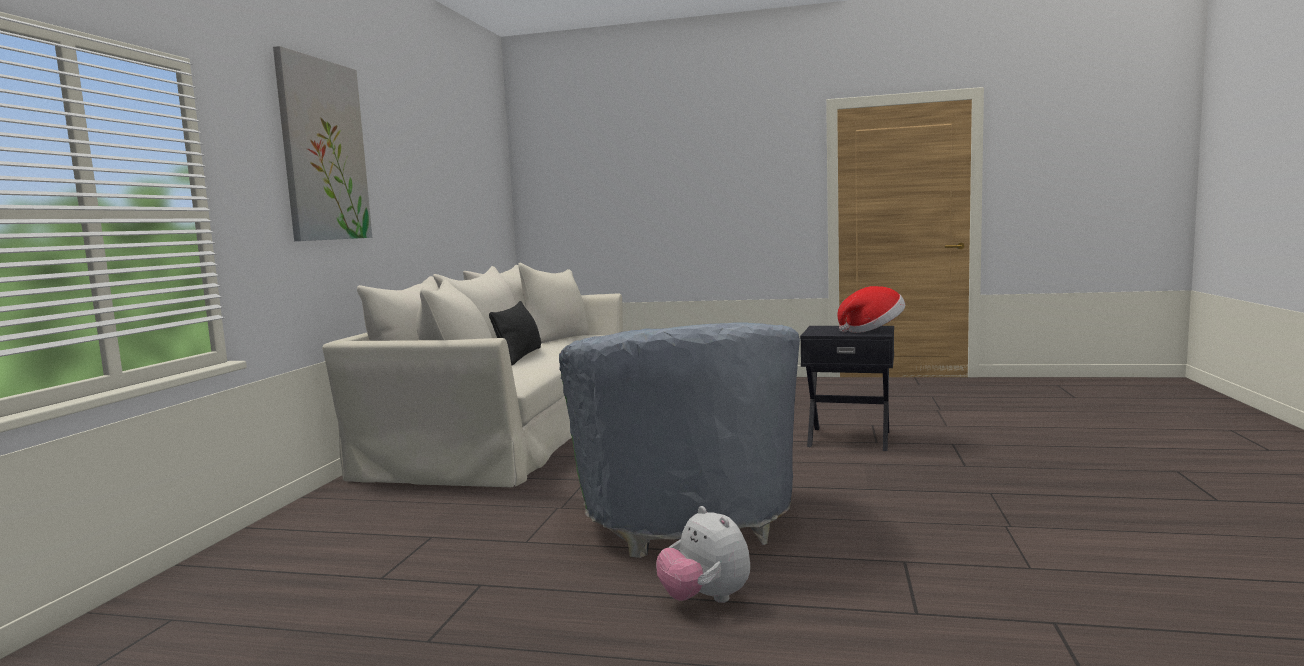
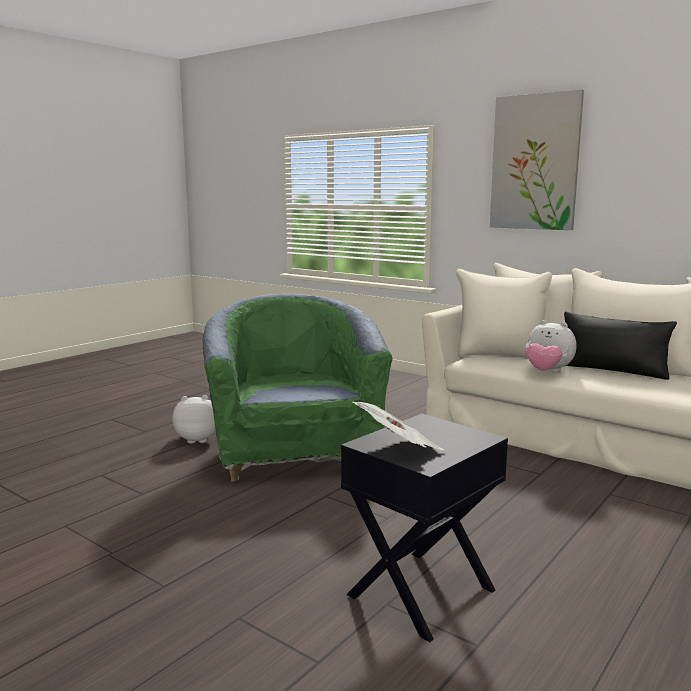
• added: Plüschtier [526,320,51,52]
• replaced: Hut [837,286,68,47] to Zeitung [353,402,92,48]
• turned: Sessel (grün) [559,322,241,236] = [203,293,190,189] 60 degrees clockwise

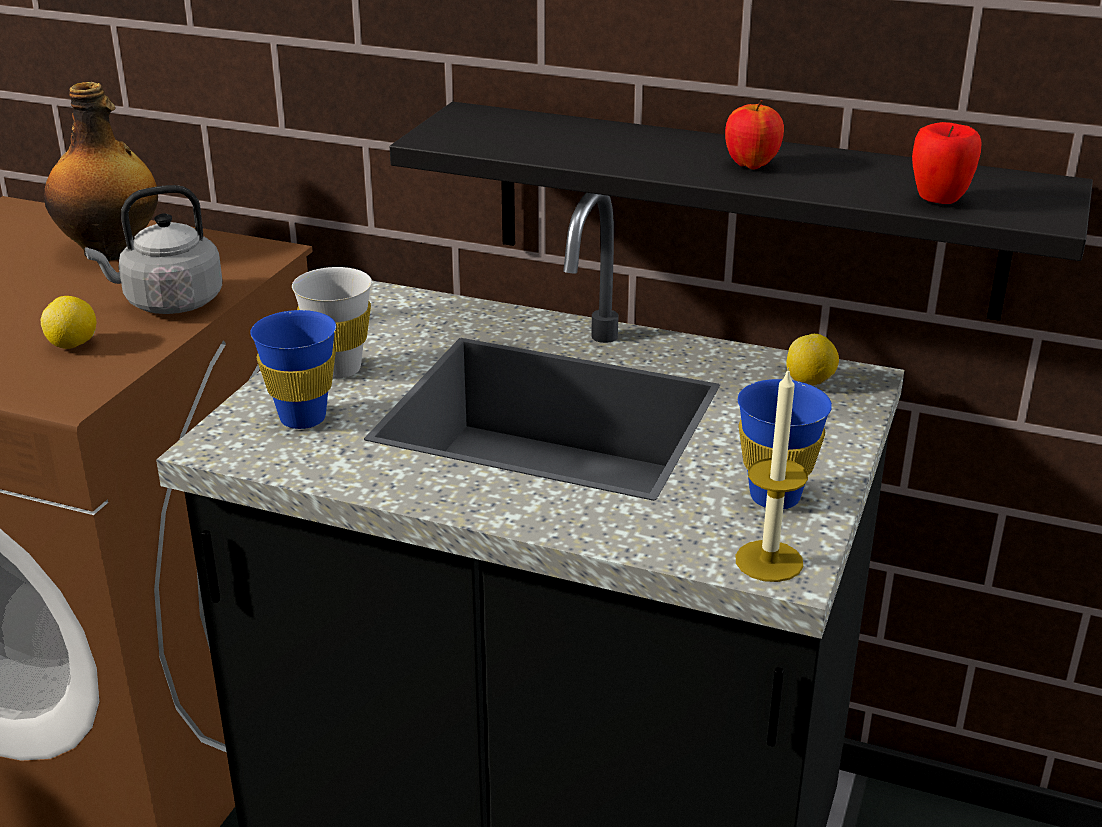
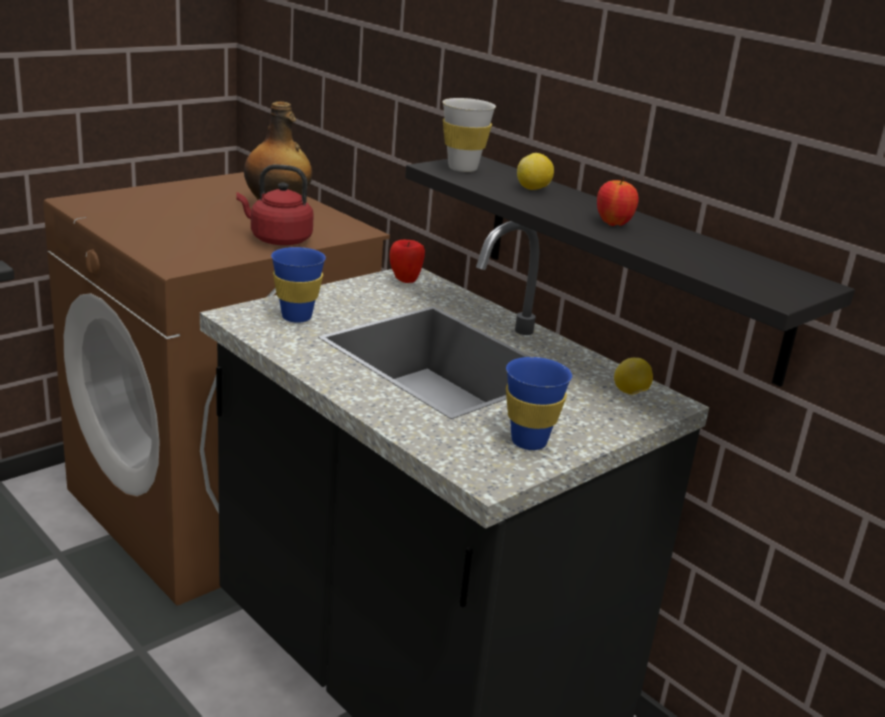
• removed: Kerze [736,367,72,215]
• moved: Zitrone [41,296,55,53] to [517,153,37,37]
• moved: Tasse (weiß) [292,267,80,111] to [442,98,54,74]
• moved: Apfel [912,122,70,82] to [389,240,36,43]
• recoloured: Wasserkessel (grau) [85,185,137,129] to Wasserkessel (rot) [236,165,78,80]

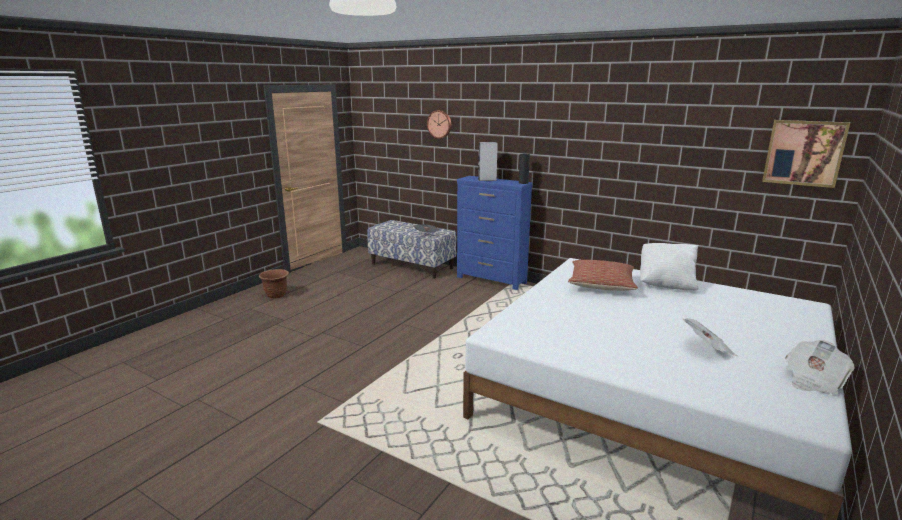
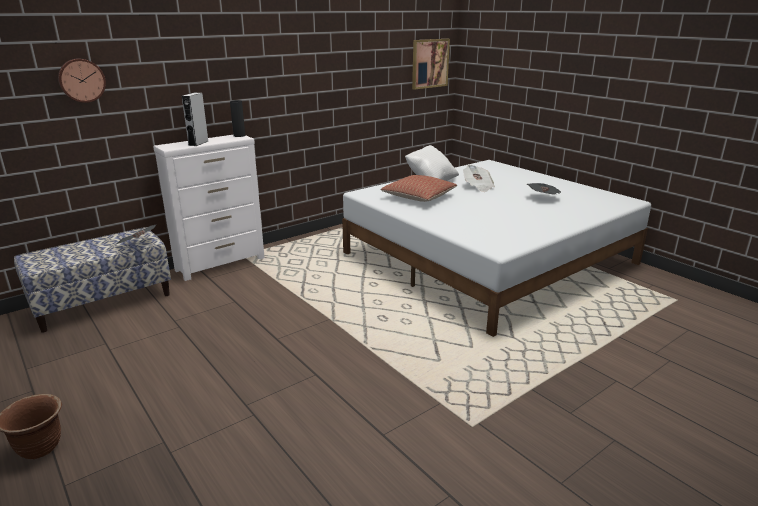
• moved: Zeitung [786,340,69,54] to [463,165,32,27]
• recoloured: Kommode (blau) [457,176,76,114] to Kommode (weiß) [153,135,112,146]

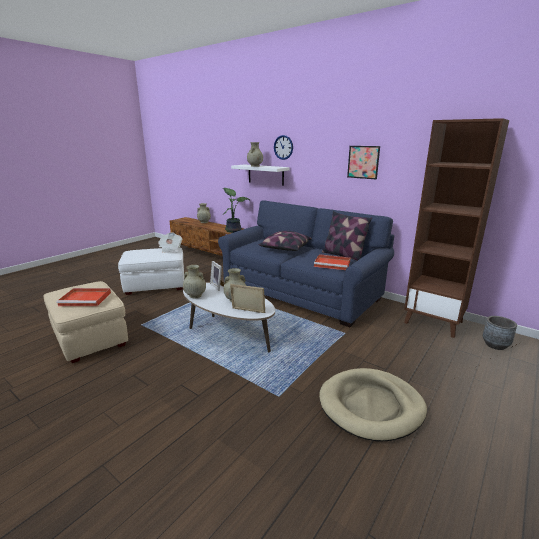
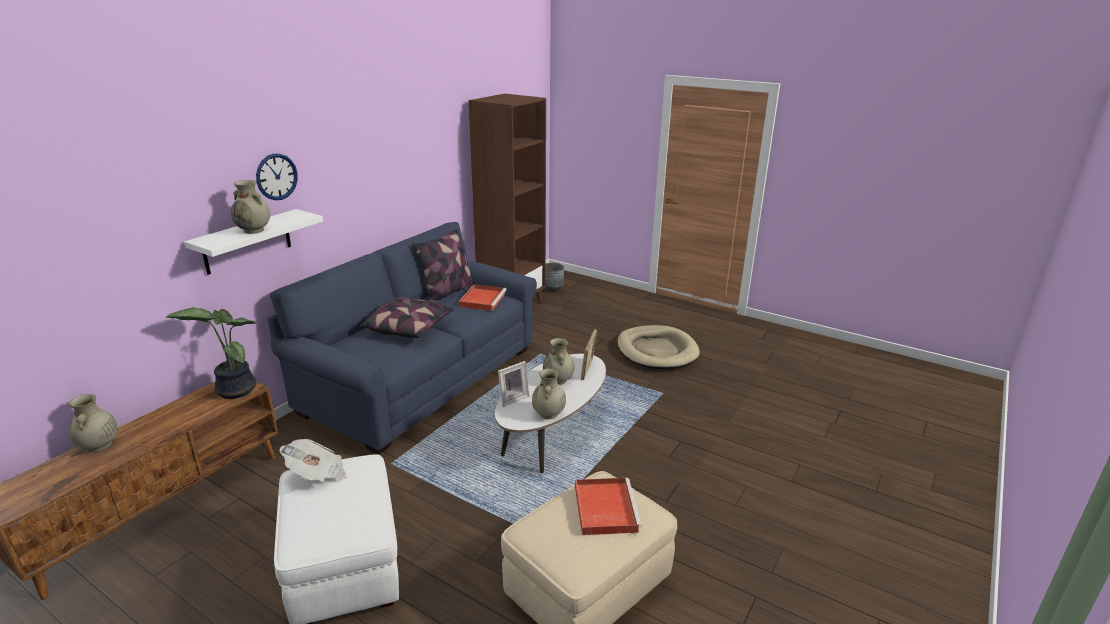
• removed: Bild [347,146,33,33]

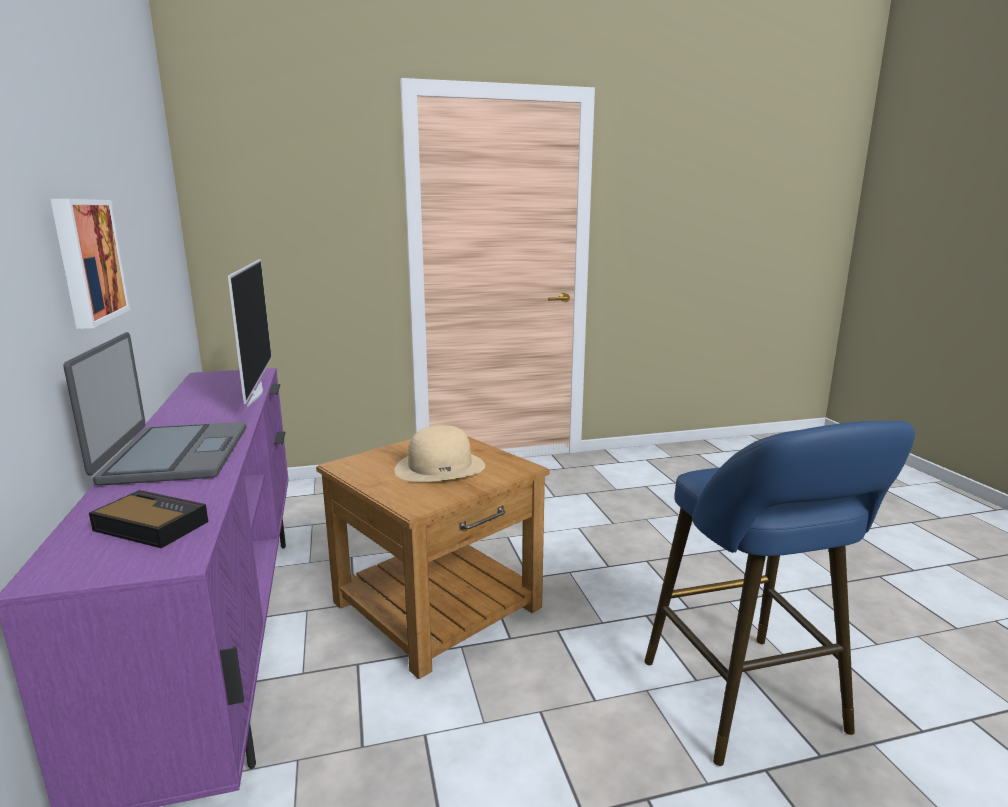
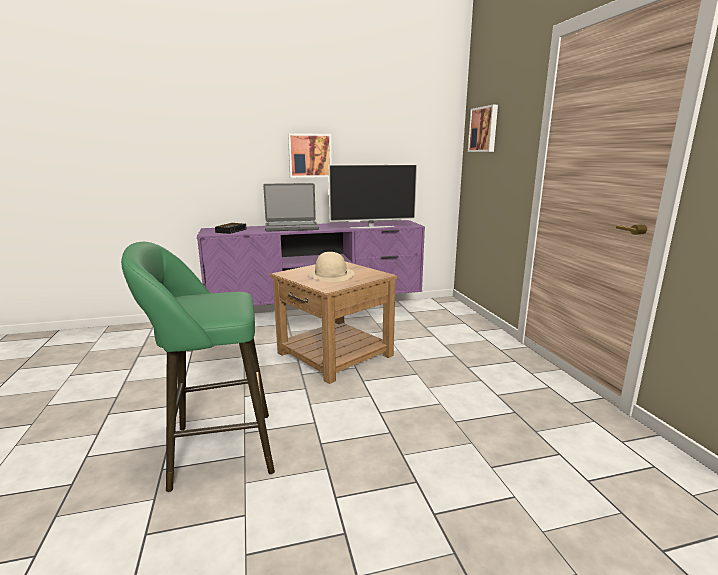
• added: Bild [468,105,30,47]
• recoloured: Hocker (blau) [644,421,271,345] to Hocker (grün) [121,242,154,250]

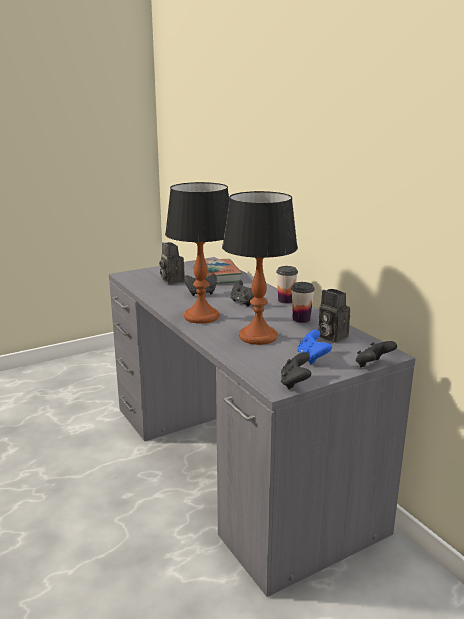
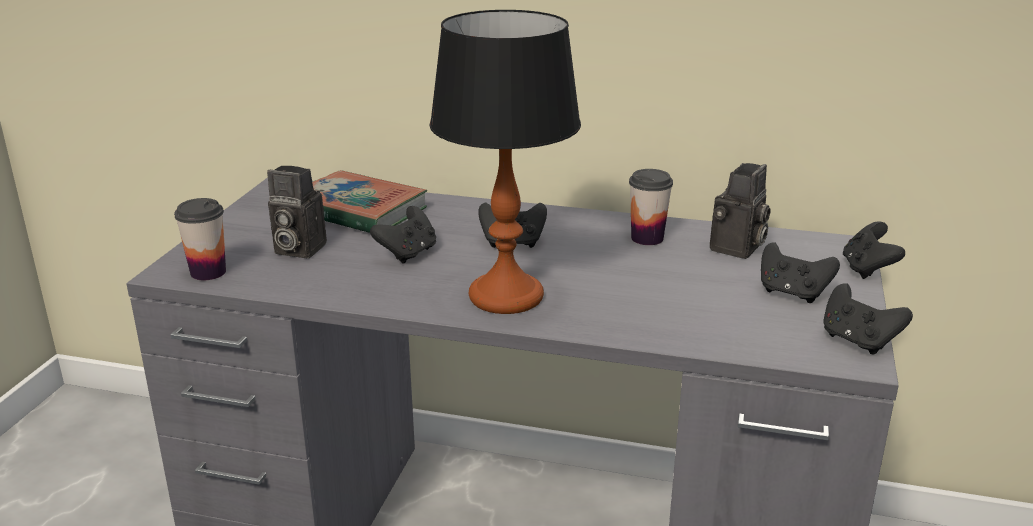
• removed: Tischlampe [222,191,76,154]
• moved: Tasse [276,266,22,38] to [174,198,52,82]
• recoloured: Gamepad (blau) [297,330,35,34] to Gamepad (schwarz) [761,242,79,61]
• turned: Kamera [319,289,31,54] = [710,163,61,96] 60 degrees counterclockwise

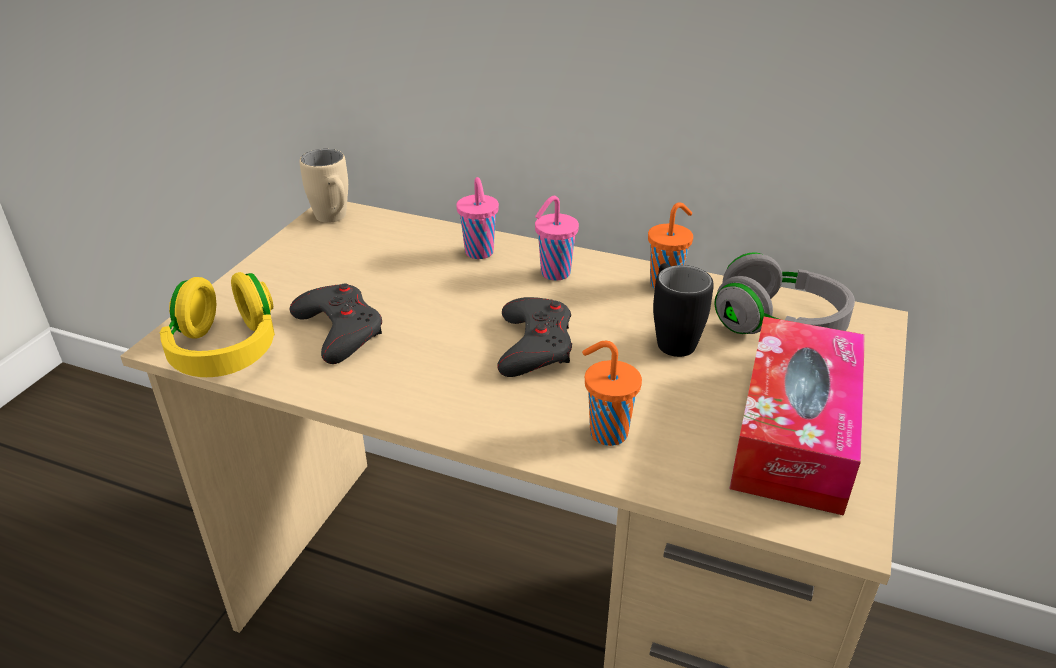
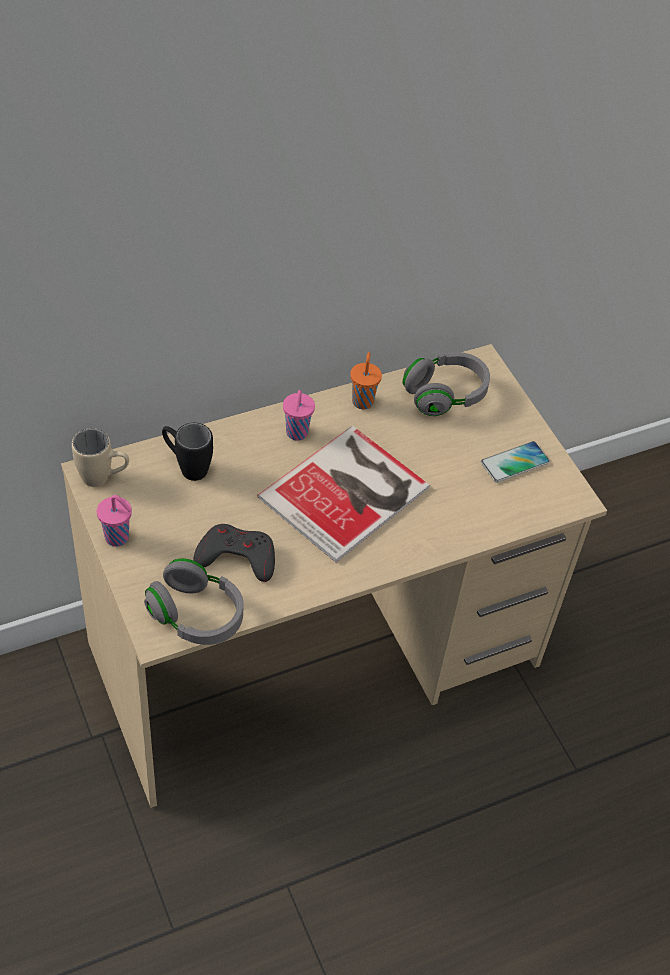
• removed: Tasse (orange) [582,341,60,105]
• moved: Tasse (rosa) [456,177,43,82] to [97,495,35,52]
• moved: Henkelbecher (schwarz) [653,263,61,94] to [162,423,51,58]
• replaced: Gamepad (grau) [497,297,75,80] to Buch [257,426,173,136]
• replaced: Taschentuchbox [729,317,136,199] to Handy [481,441,69,42]
• recoloured: Kopfhörer (gelb) [160,272,115,105] to Kopfhörer (grau) [144,558,100,87]

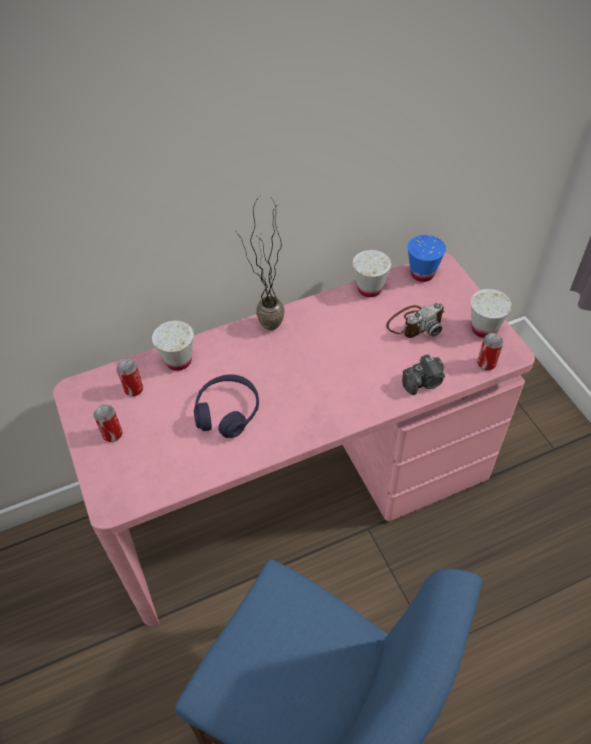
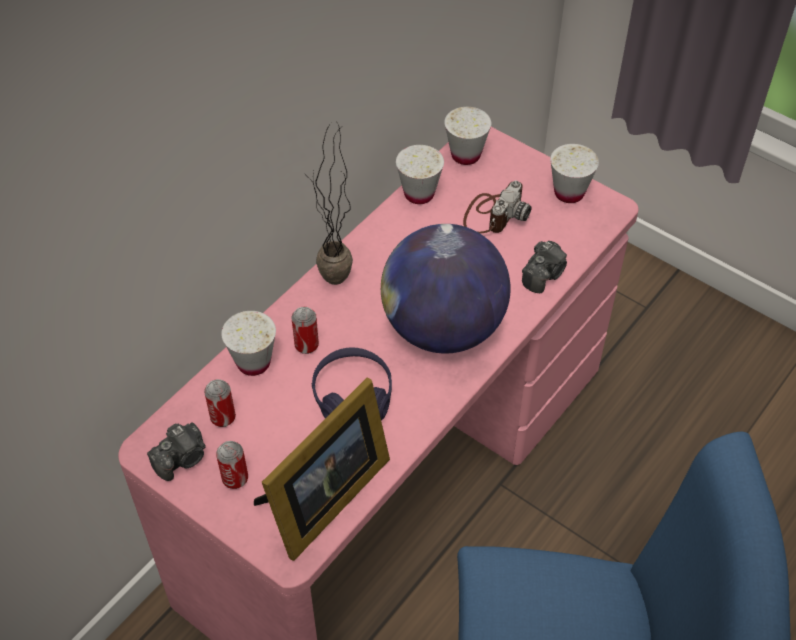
• added: Kamera [147,422,59,59]
• added: Bilderrahmen [254,377,136,184]
• added: Globus [381,224,130,130]
• moved: Dose [477,333,26,38] to [291,307,28,47]
• recoloured: Tasse (blau) [407,235,39,47] to Tasse (weiß) [444,107,47,58]

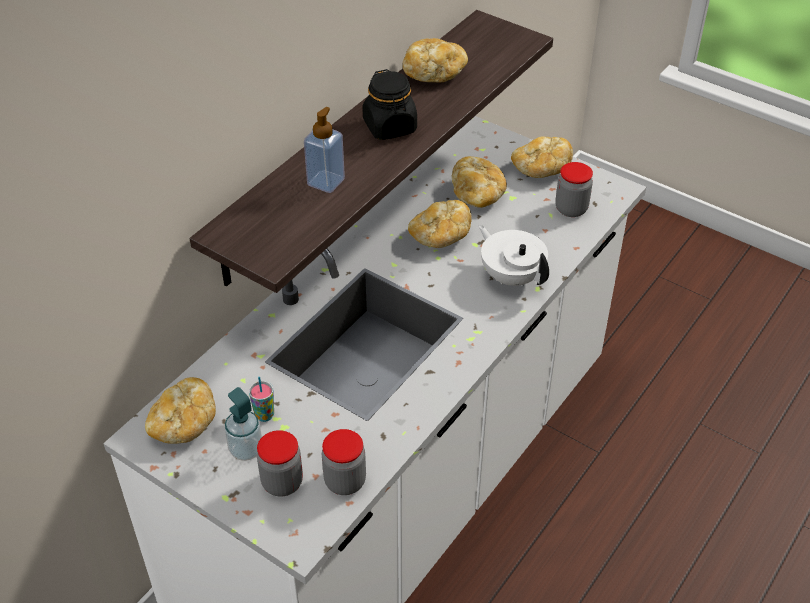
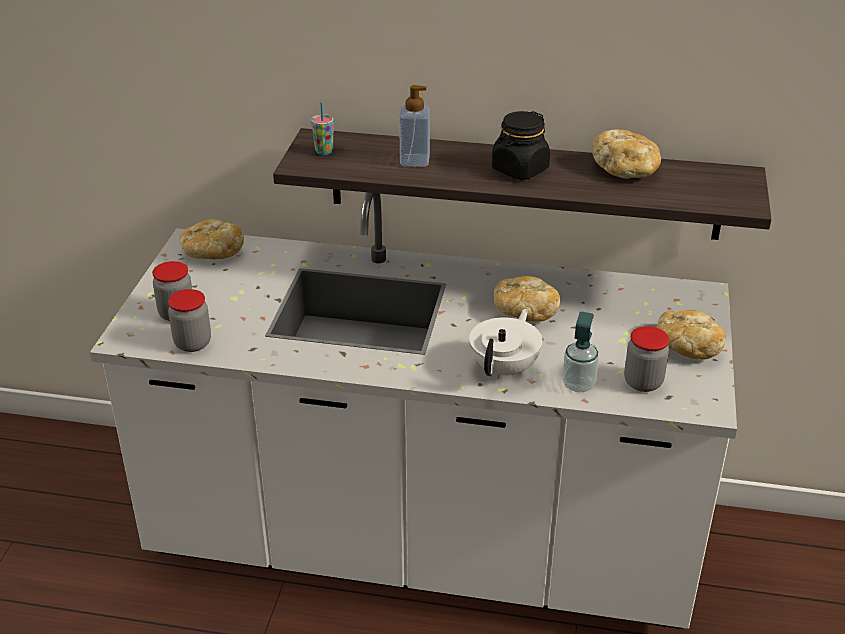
• removed: Brot [452,156,55,52]
• moved: Seifenspender [224,387,38,74] to [562,312,37,80]
• moved: Tasse [249,377,25,45] to [311,102,23,53]

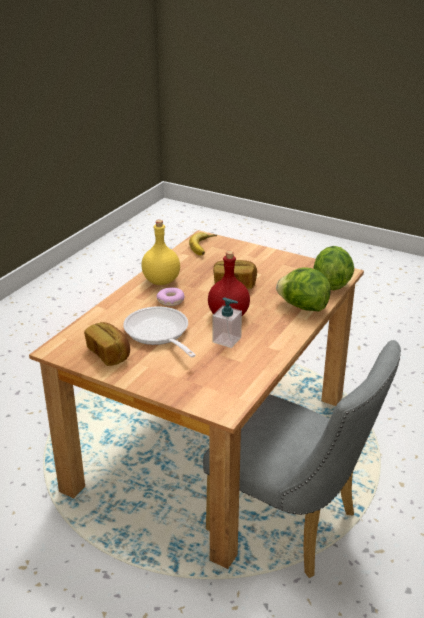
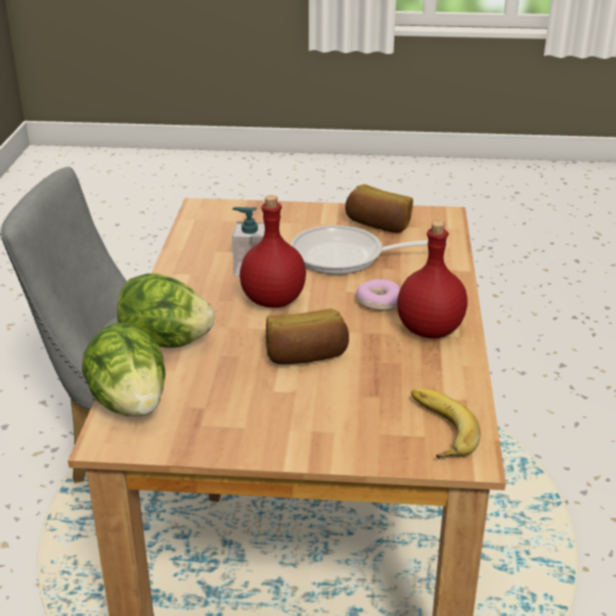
• recoloured: Flasche (gelb) [141,220,39,65] to Flasche (rot) [397,221,71,118]
• turned: Pfanne [123,306,73,51] = [290,225,157,49] 150 degrees clockwise

